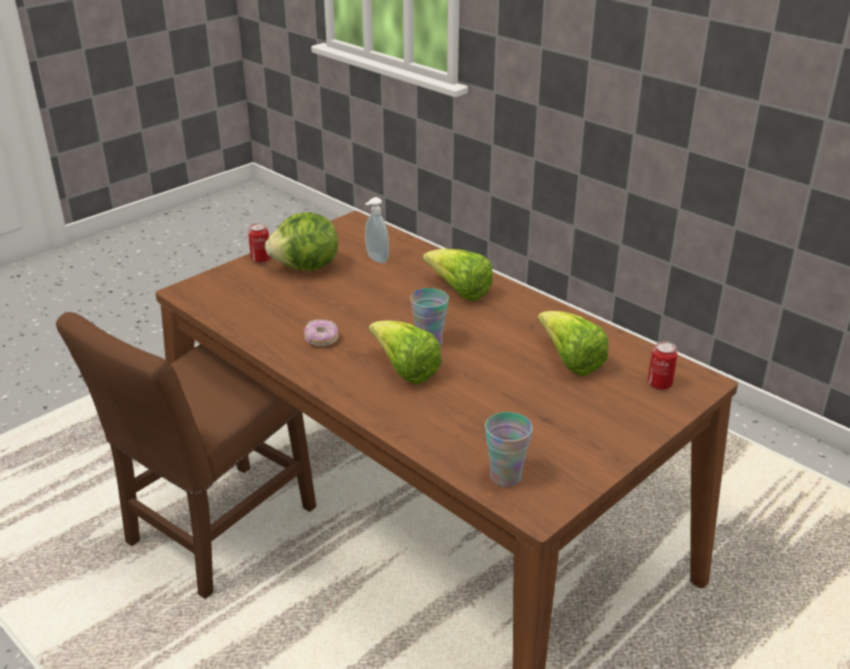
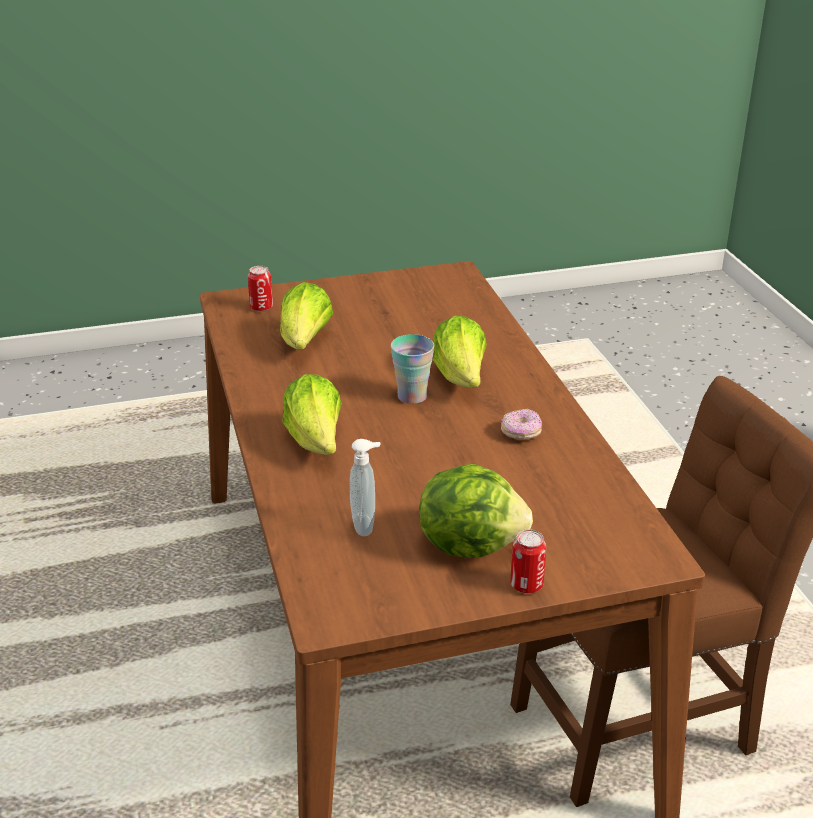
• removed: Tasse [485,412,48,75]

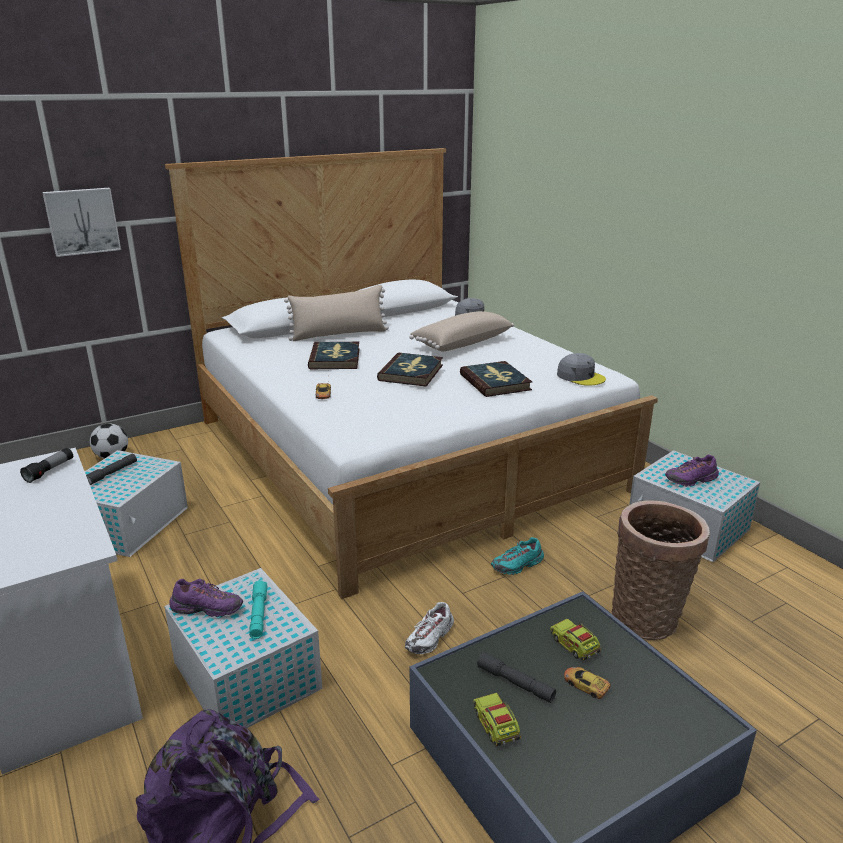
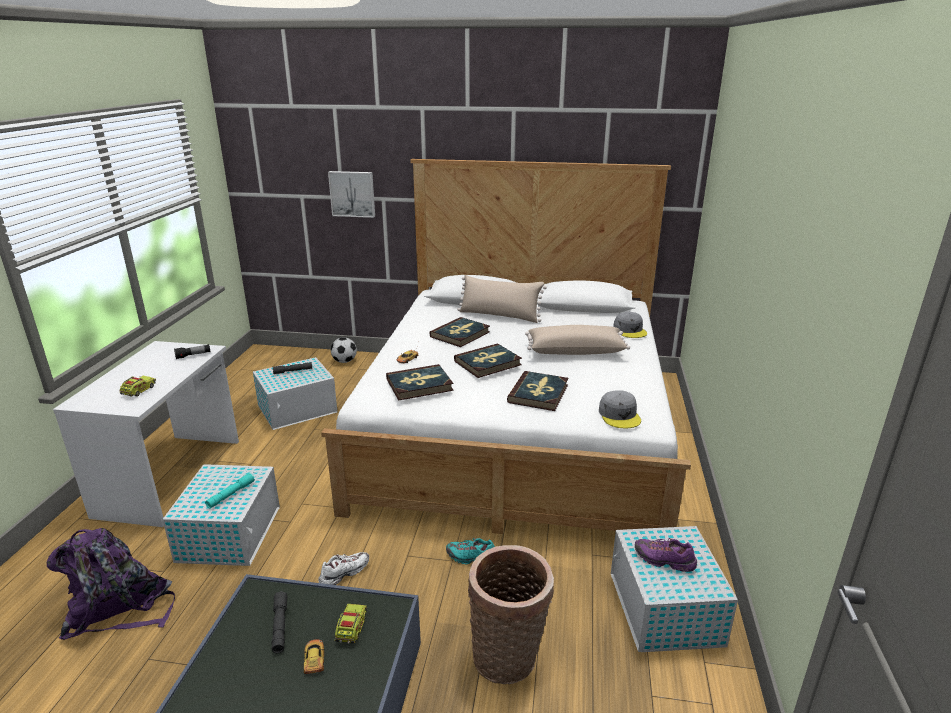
• removed: Schuh (lila) [169,579,74,38]
• added: Buch [386,364,67,37]
• moved: Spielzeuglaster [473,693,48,53] to [119,376,37,21]
• turned: Schuh (weiß) [405,602,49,53] = [318,552,51,33] 150 degrees clockwise

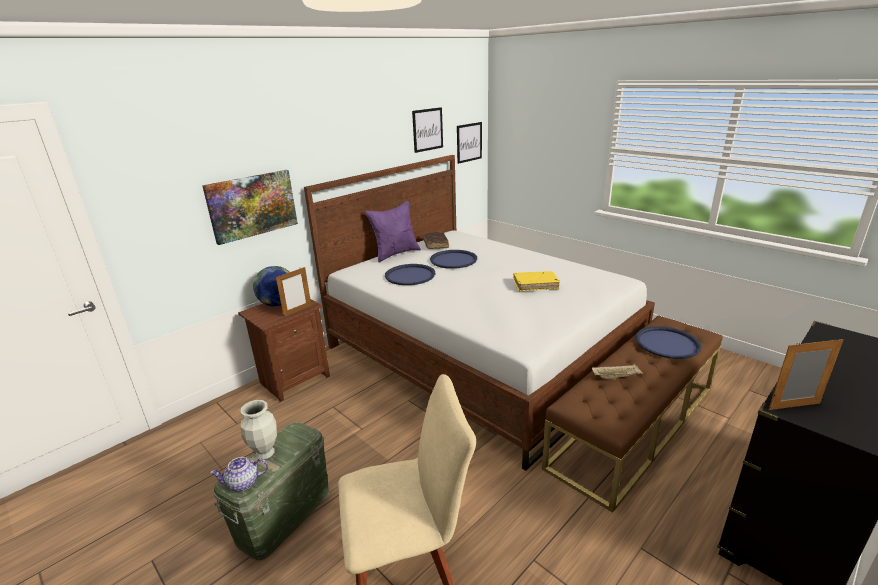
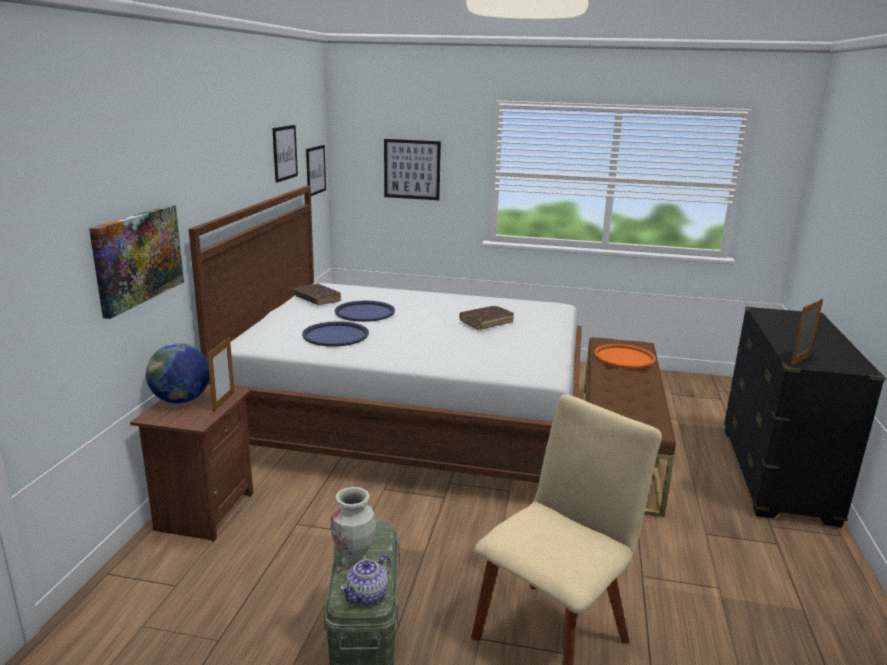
• removed: Kissen (lila) [365,201,56,62]
• removed: Tablett (beige) [592,364,51,16]
• added: Bild [384,139,57,61]
• recoloured: Buch (gelb) [513,271,47,20] to Buch (braun) [459,306,55,24]
• recoloured: Tablett (blau) [636,326,65,33] to Tablett (orange) [594,344,62,24]

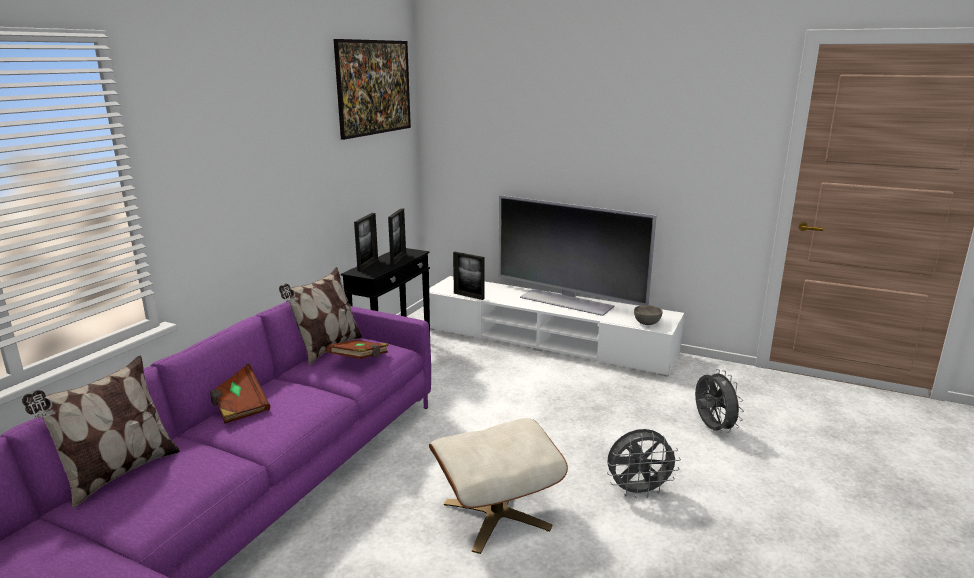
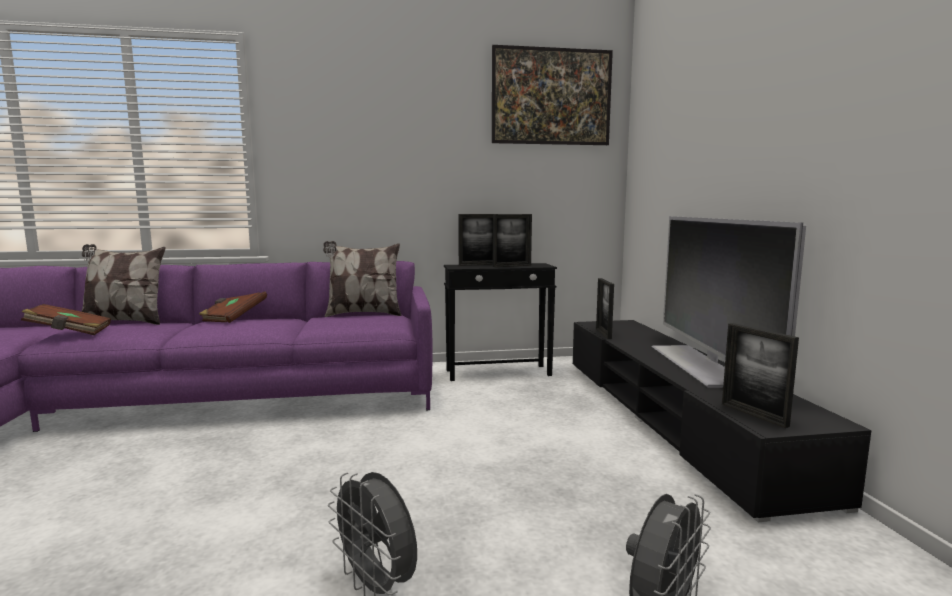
• removed: Polsterhocker (beige) [429,418,139,136]
• moved: Buch (braun) [327,340,62,19] to [21,304,90,31]
• replaced: Schüssel (grau) [634,305,29,20] to Bilderrahmen [722,323,77,105]
• recoloured: Fernsehschrank (weiß) [429,276,255,101] to Fernsehschrank (schwarz) [573,320,298,202]

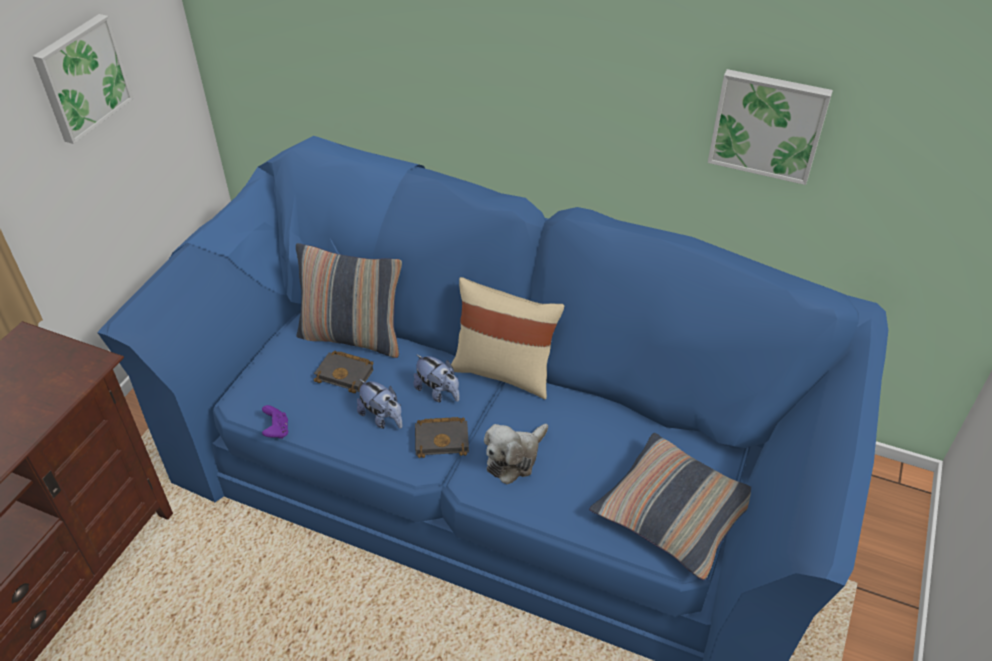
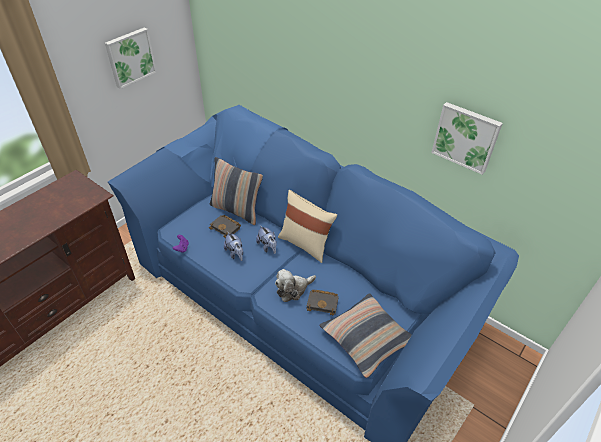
• moved: Buch (schwarz) [415,417,54,41] to [306,289,33,27]

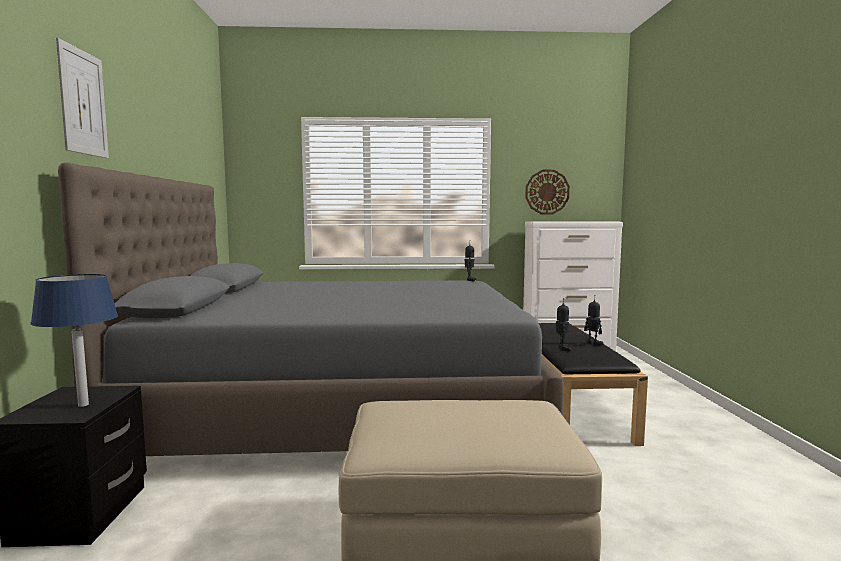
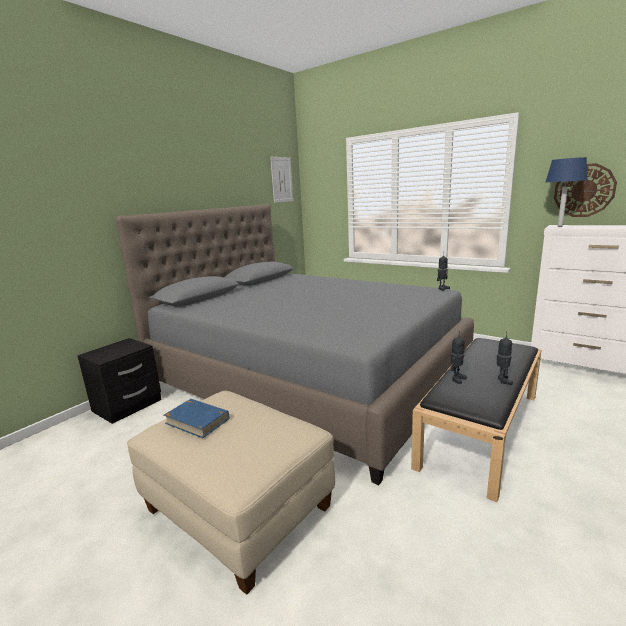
• added: Buch (blau) [164,399,65,39]
• moved: Tischlampe (blau) [31,274,87,133] to [546,157,42,70]
• moved: Bild [56,38,53,120] to [270,157,23,46]

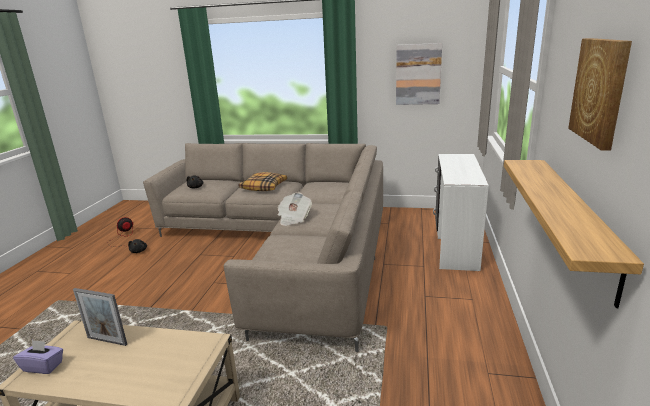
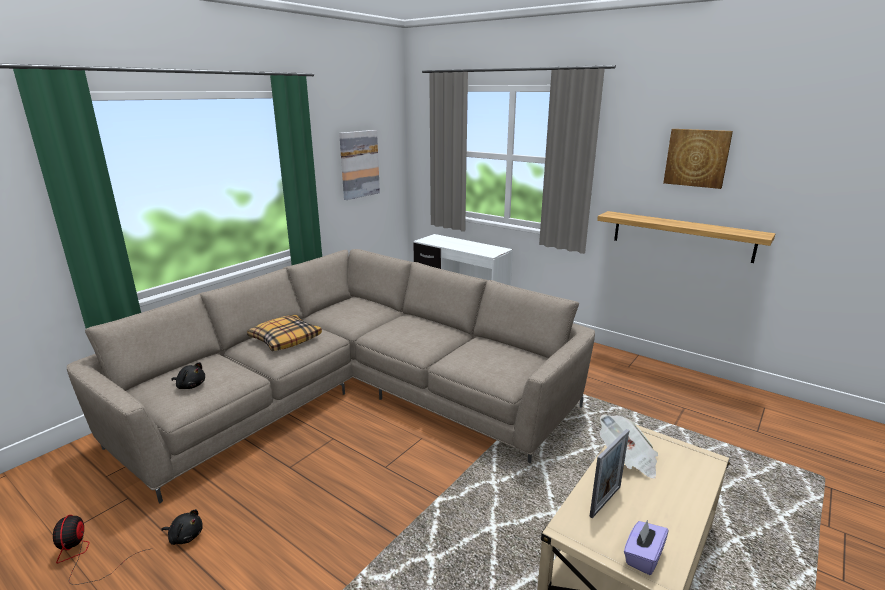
• moved: Zeitung [277,192,35,34] to [600,414,58,65]

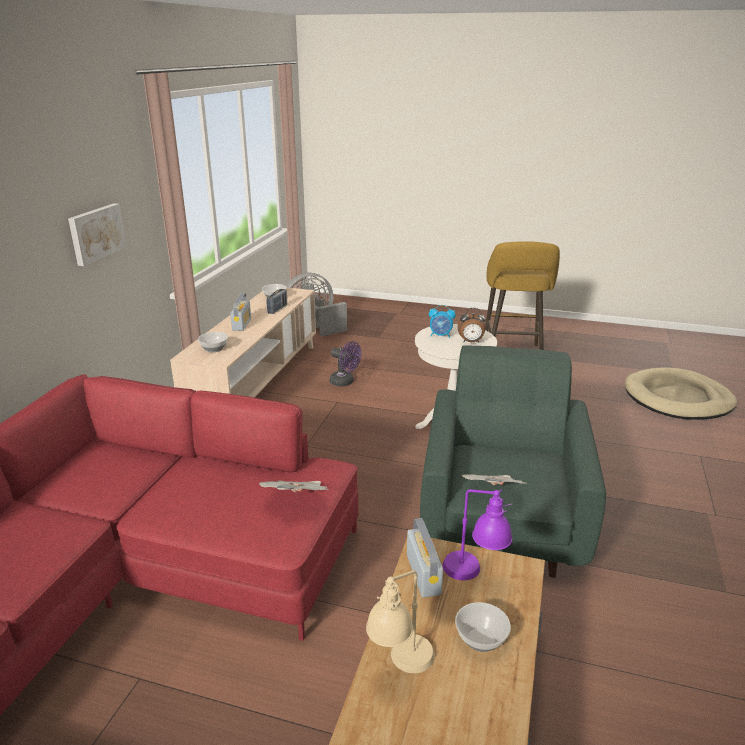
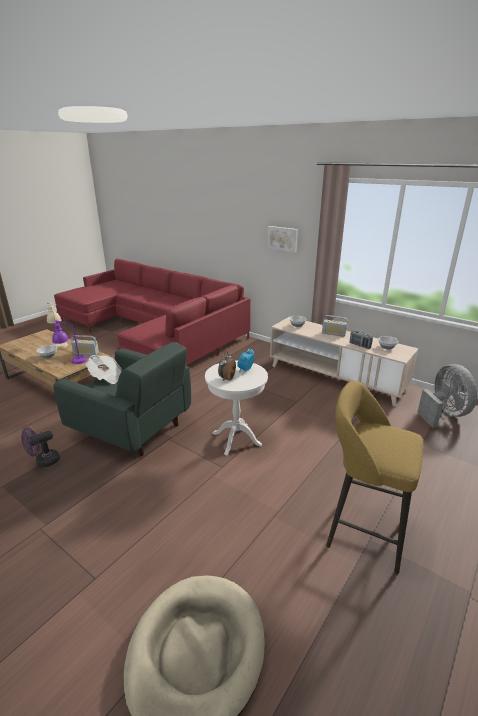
• removed: Zeitung [259,481,70,11]
• moved: Ventilator (lila) [330,341,31,46] to [21,427,39,40]

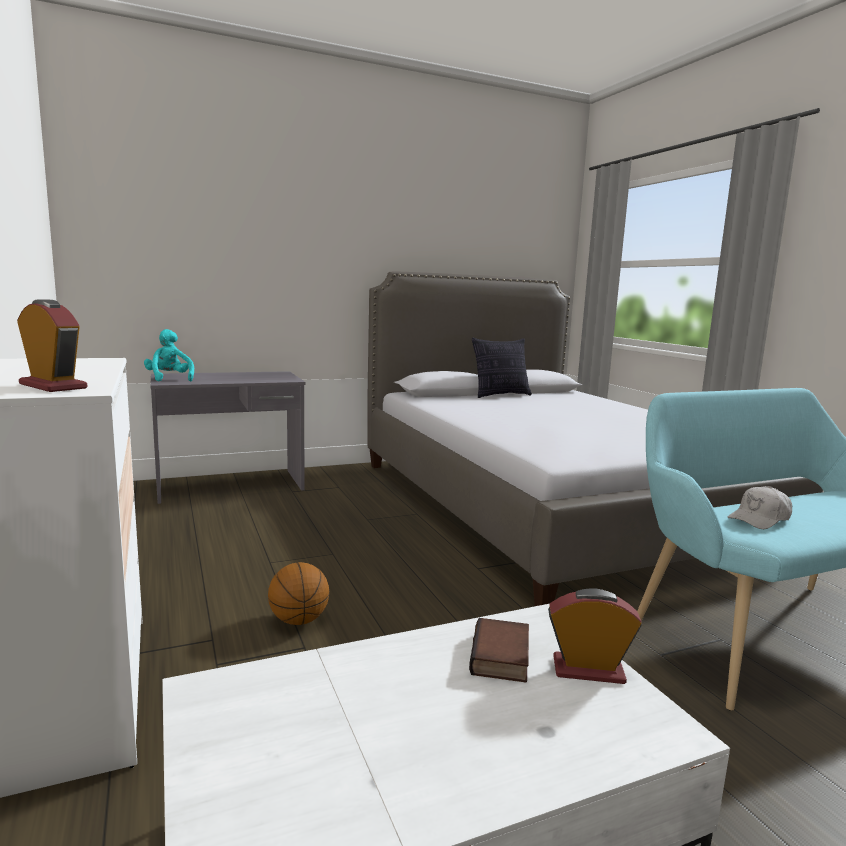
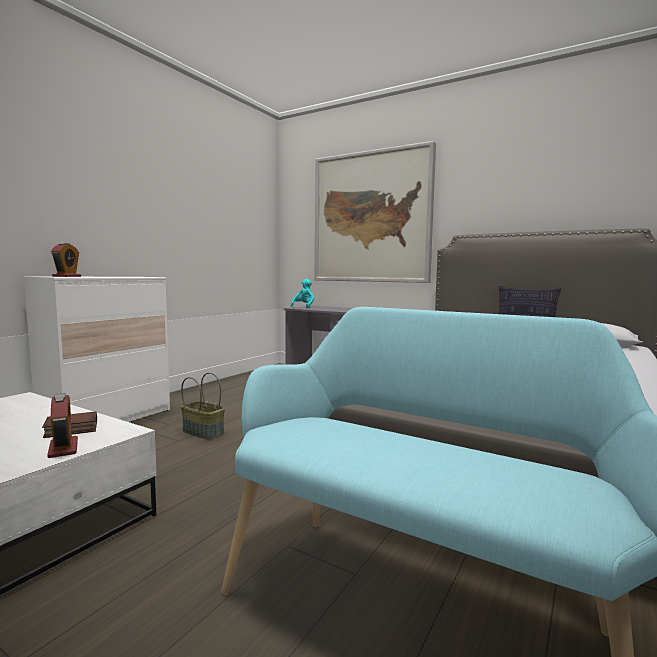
• removed: Kappe (weiß) [727,486,65,43]
• added: Bild [315,141,121,142]
• replaced: Basketball [268,562,61,63] to Korb [181,372,44,68]

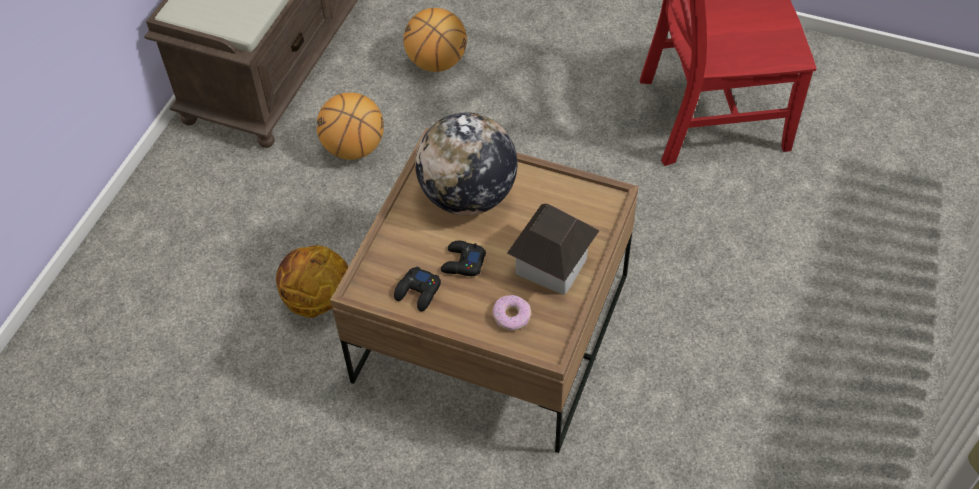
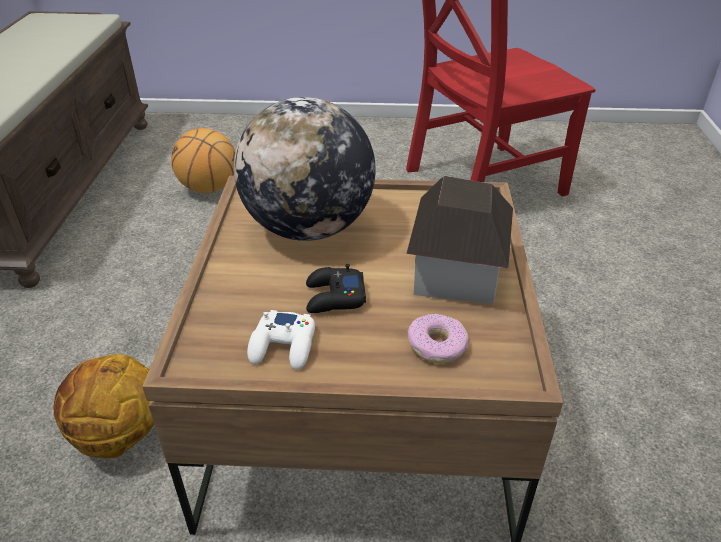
• removed: Basketball [316,92,68,68]
• recoloured: Gamepad (schwarz) [394,266,47,45] to Gamepad (weiß) [247,310,68,60]

